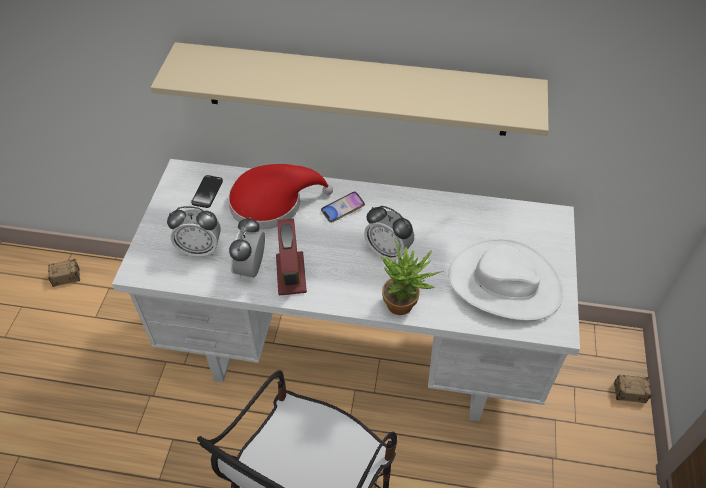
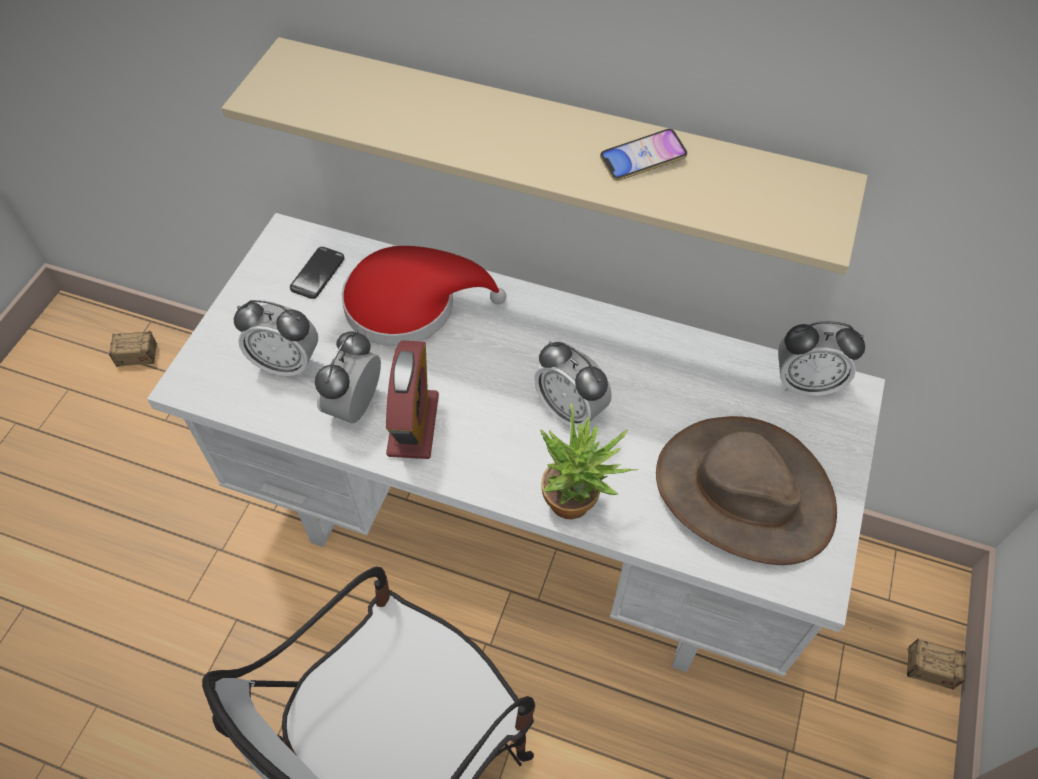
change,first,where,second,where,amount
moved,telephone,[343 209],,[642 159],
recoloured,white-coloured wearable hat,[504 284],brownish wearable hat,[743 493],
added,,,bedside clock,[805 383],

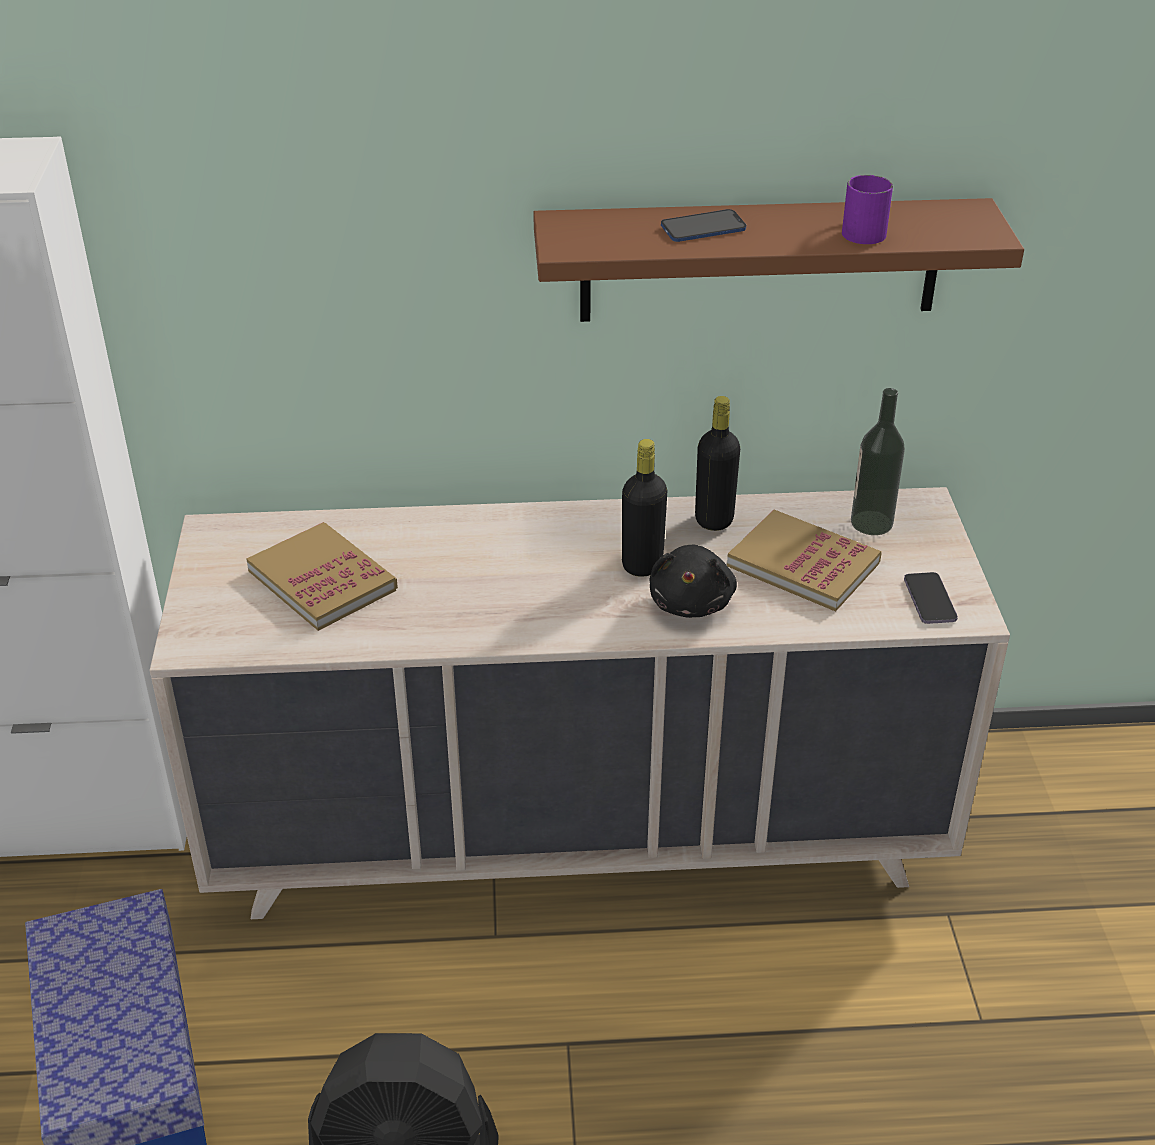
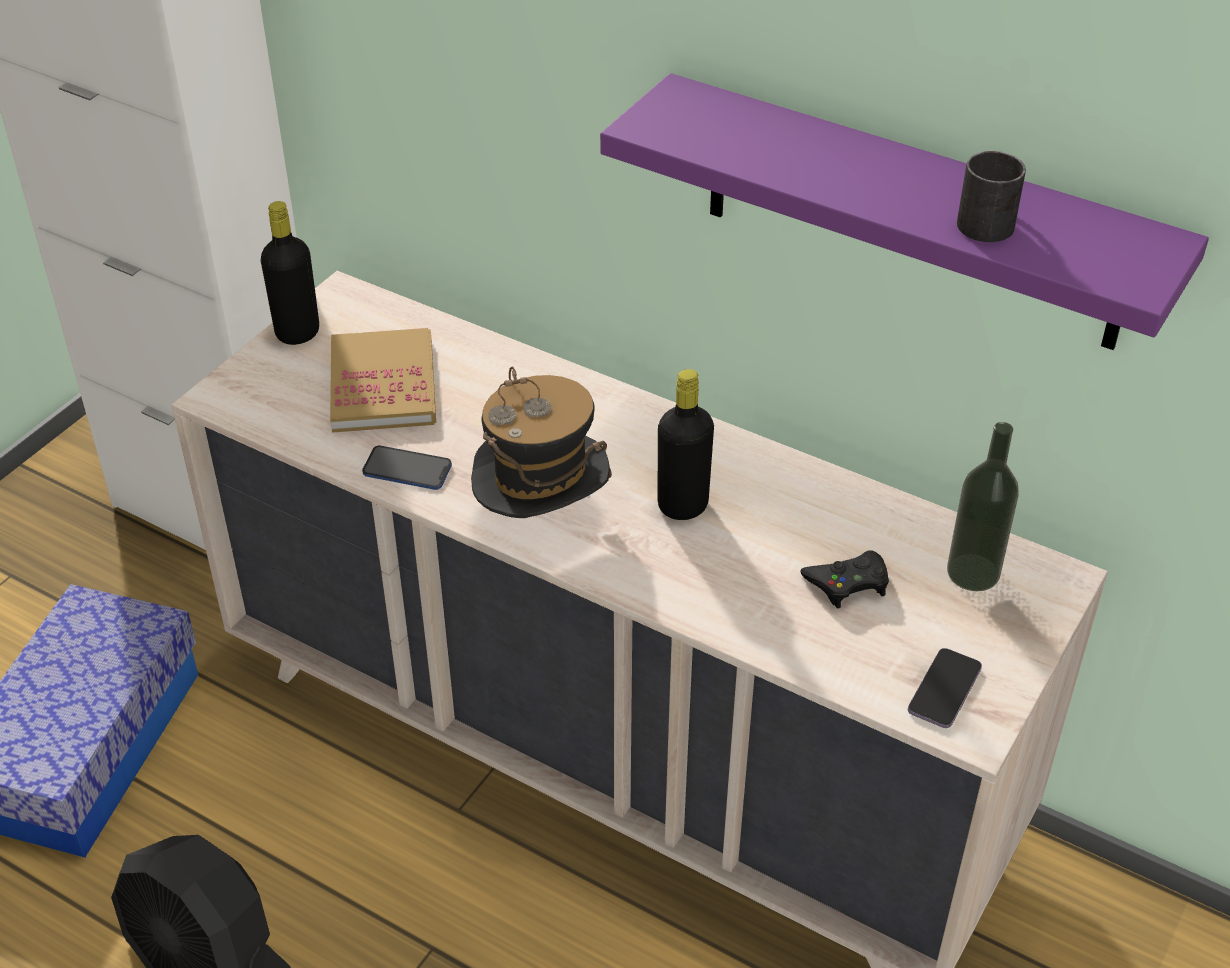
change,first,where,second,where,amount
moved,black-coloured drink bottle,[714 520],,[297 333],
moved,telephone,[703 228],,[407 470],
added,,,wearable hat,[543 524],
recoloured,brownish wall shelf,[760 260],purple wall shelf,[912 214],
replaced,bound book,[803 564],black-coloured gamepad,[848 583],
recoloured,purple tea mug,[860 229],black-coloured tea mug,[988 219],
removed,black-coloured plush toy,[691 602],,,

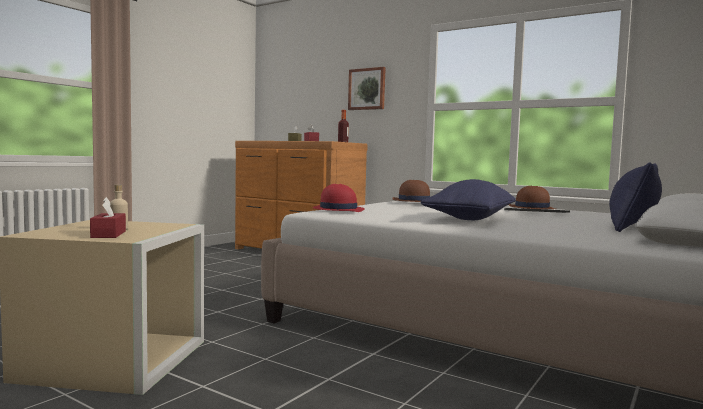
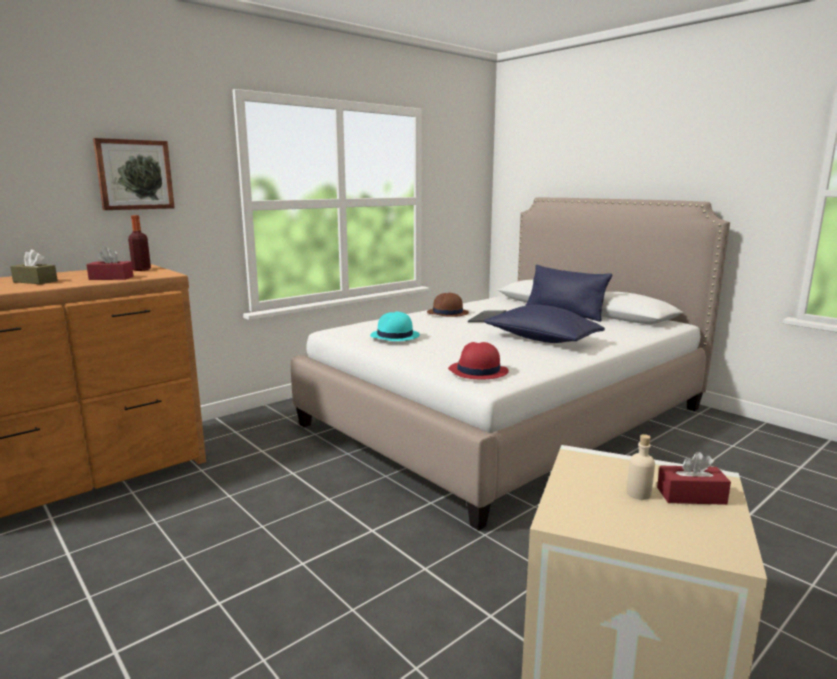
change,first,where,second,where,amount
recoloured,brownish wearable hat,[413 201],blue-green wearable hat,[395 336],

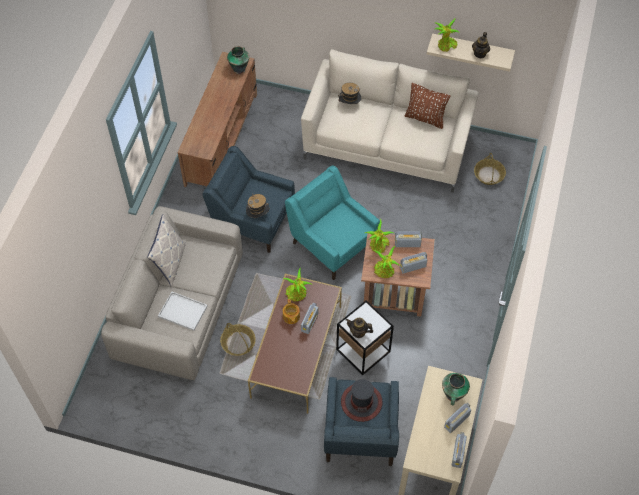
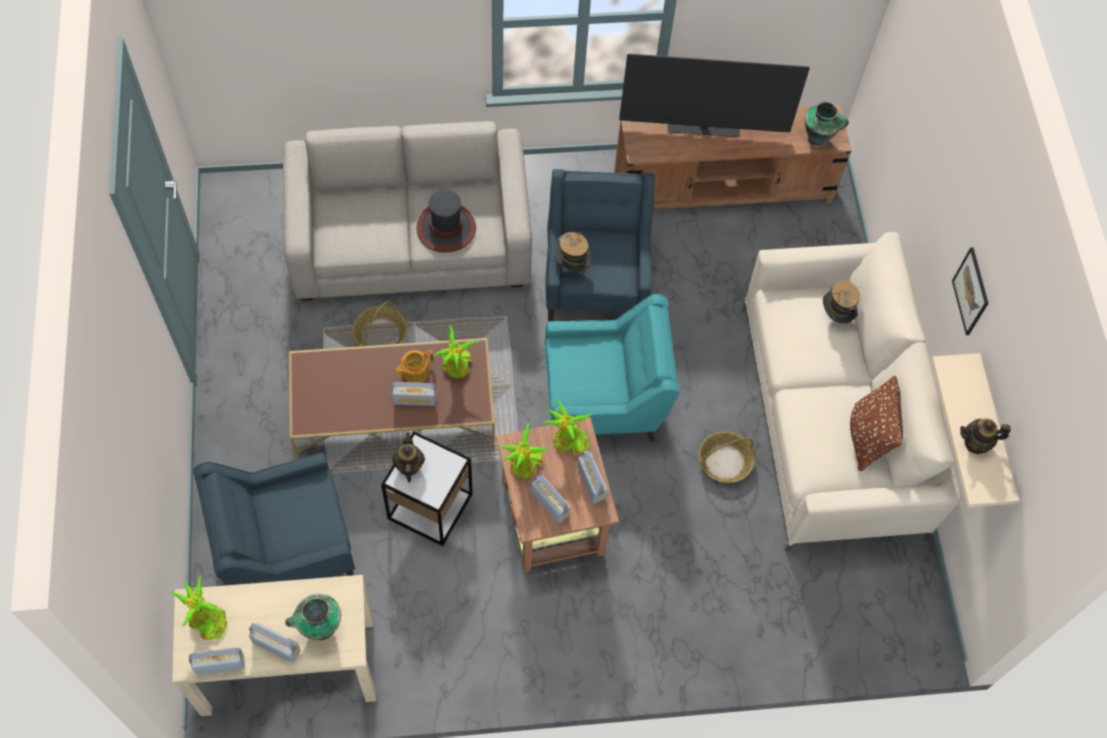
change,first,where,second,where,amount
moved,potted plant,[445 46],,[206 620],
moved,wearable hat,[361 402],,[446 228],
turned,blue-green armchair,[332 243],,[604 401],60 degrees clockwise
added,,,TV set,[703 129],
moved,household basket,[488 175],,[725 461],
added,,,wall picture,[971 291],
removed,cushion,[170 263],,,
removed,white-coloured tray,[182 311],,,

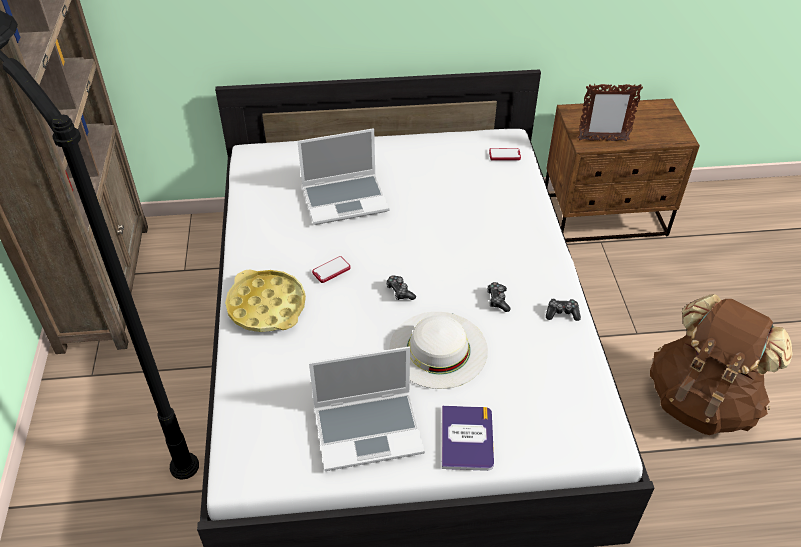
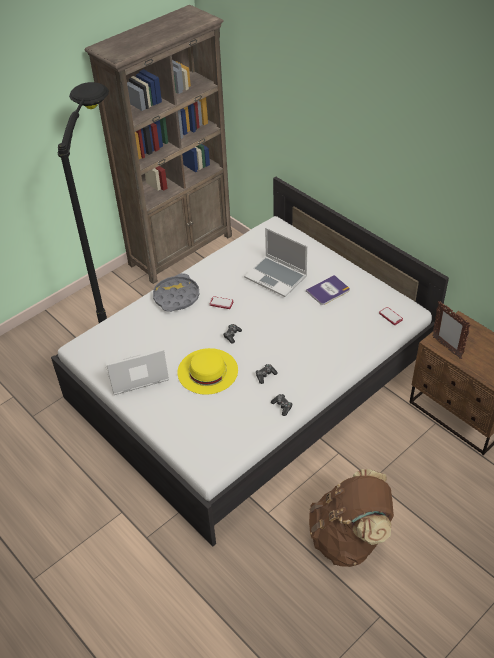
change,first,where,second,where,amount
turned,laptop,[369 429],,[136 374],120 degrees clockwise
recoloured,yellow-coloured tray,[266 306],grey tray,[176 297],
recoloured,white-coloured wearable hat,[438 349],yellow-coloured wearable hat,[207 371],
moved,bound book,[467 438],,[328 291],

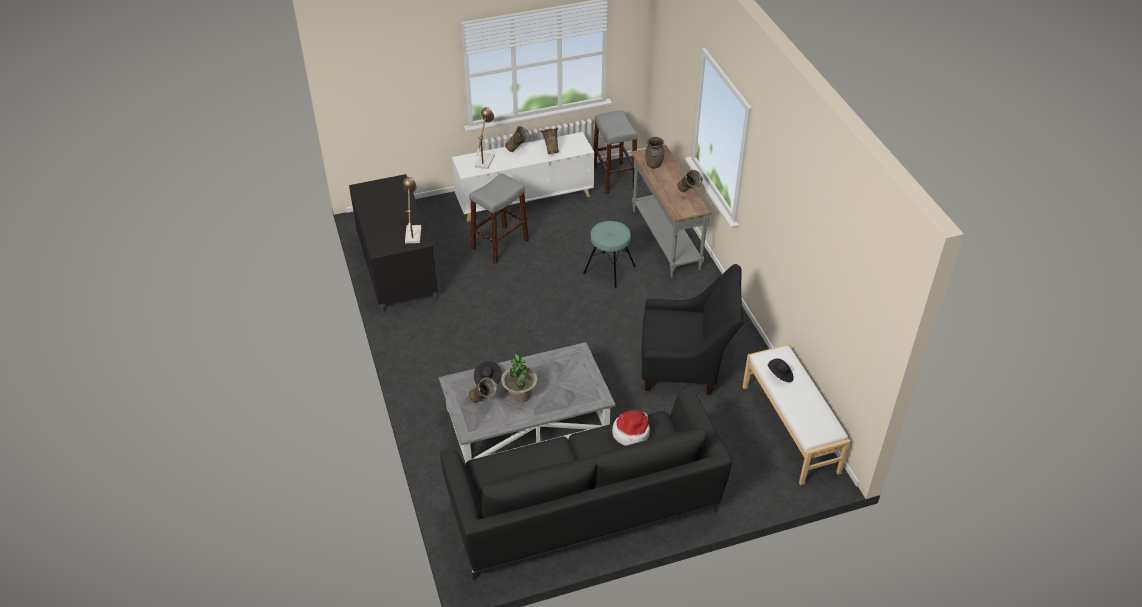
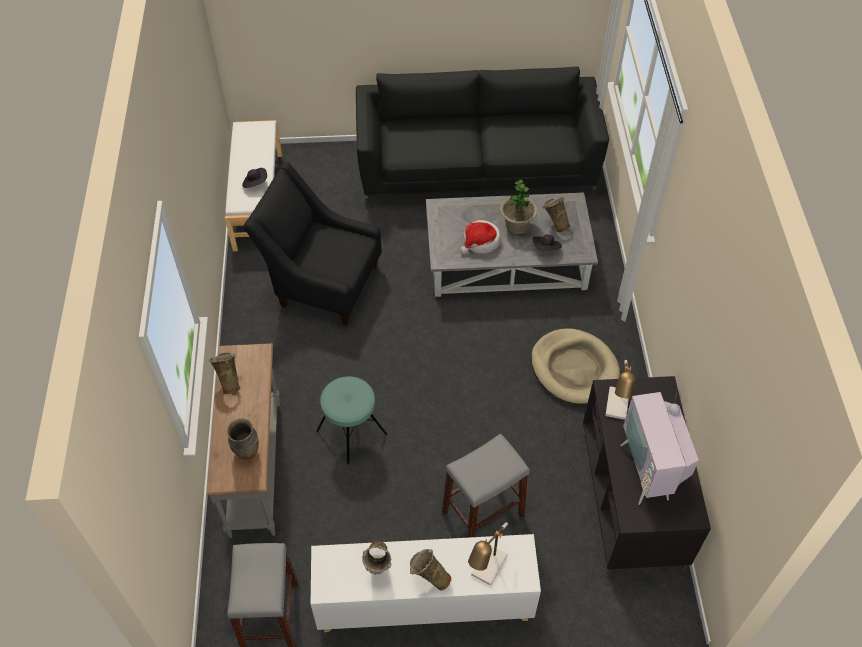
change,first,where,second,where,amount
moved,wearable hat,[631 433],,[480 242],
added,,,beige pet bed,[574 368],
added,,,TV set,[650 471],

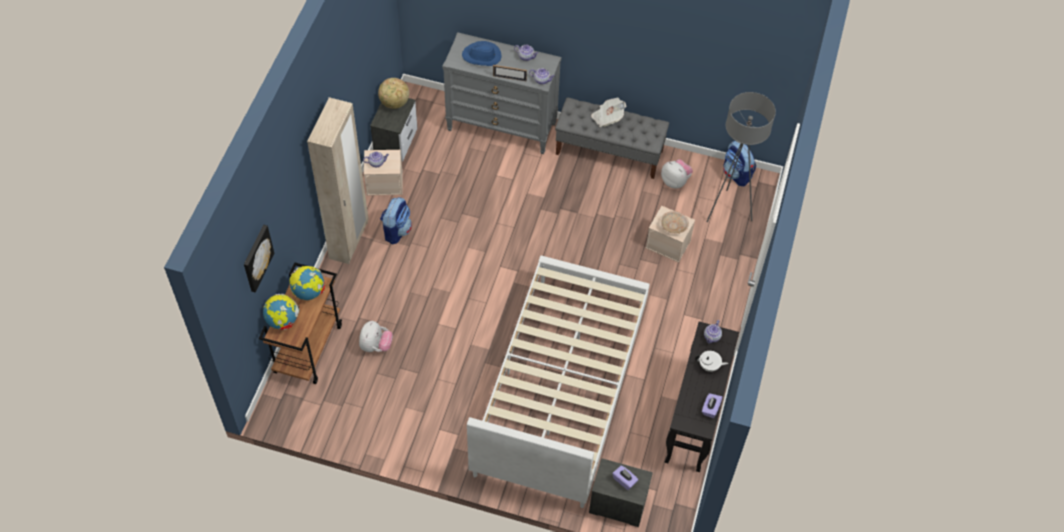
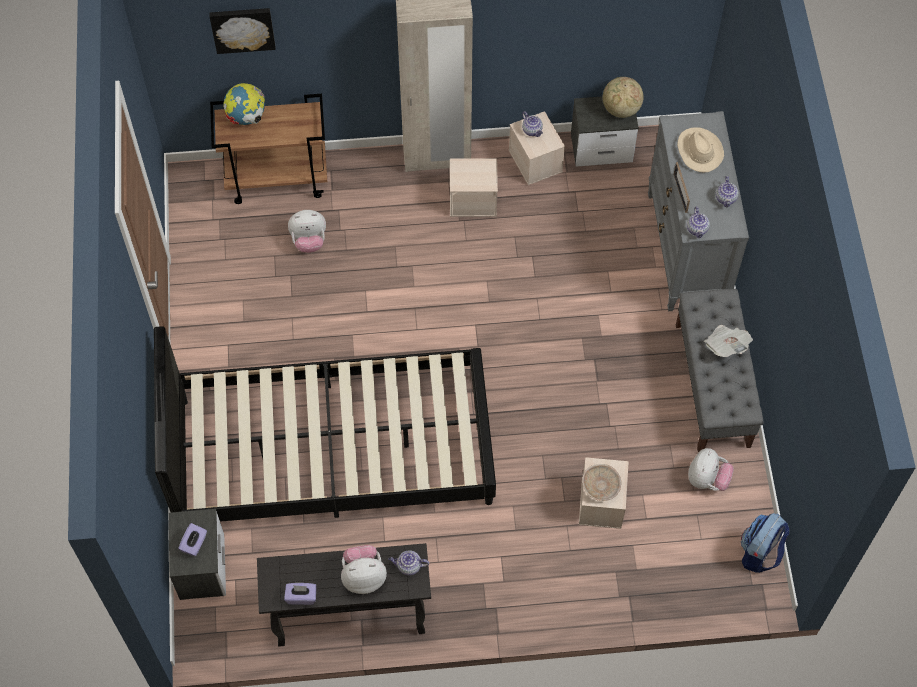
change,first,where,second,where,amount
recoloured,white-coloured bedroom bed,[560 388],black-coloured bedroom bed,[332 451],
replaced,white-coloured pot for tea,[709 366],plush toy,[363 576],
replaced,rucksack,[396 230],beige storage container,[473 199],
recoloured,blue-coloured wearable hat,[482 56],beige wearable hat,[699 151],
removed,globe,[309 292],,,
removed,grey floor lamp,[727 211],,,

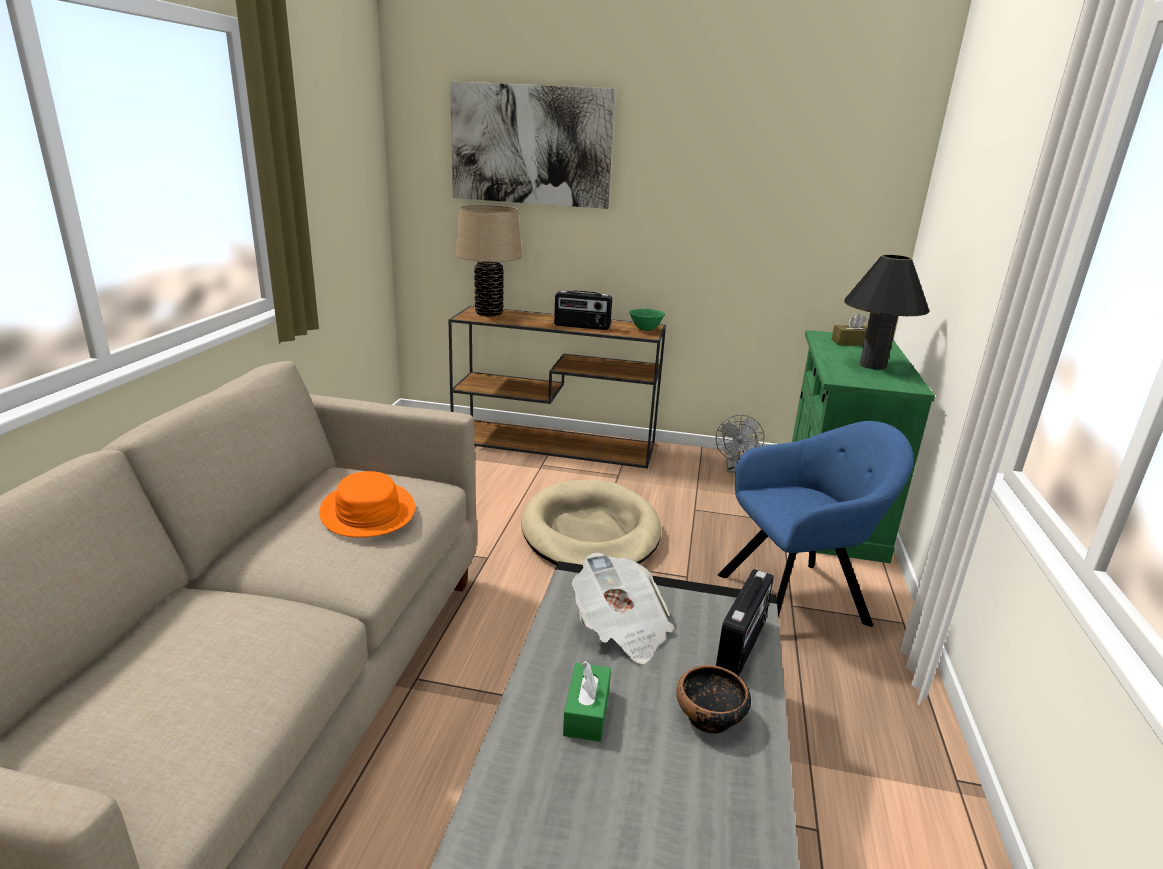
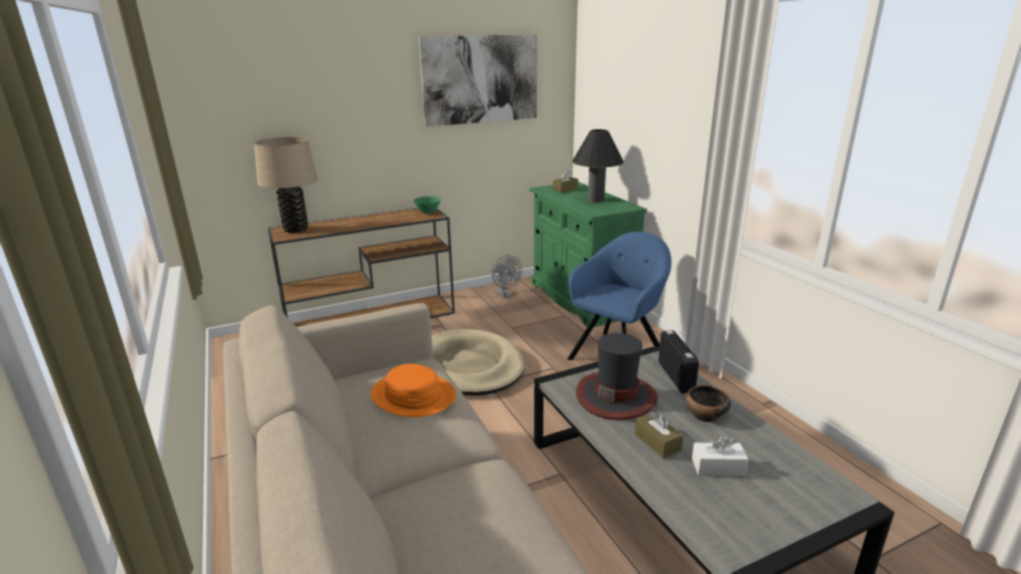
change,first,where,second,where,amount
moved,wall picture,[530 145],,[480 79],
replaced,daily paper,[621 629],wearable hat,[616 396],
recoloured,green tissue box,[587 712],brownish tissue box,[657 442],
added,,,white-coloured tissue box,[718 467],
removed,radio set,[582 326],,,

